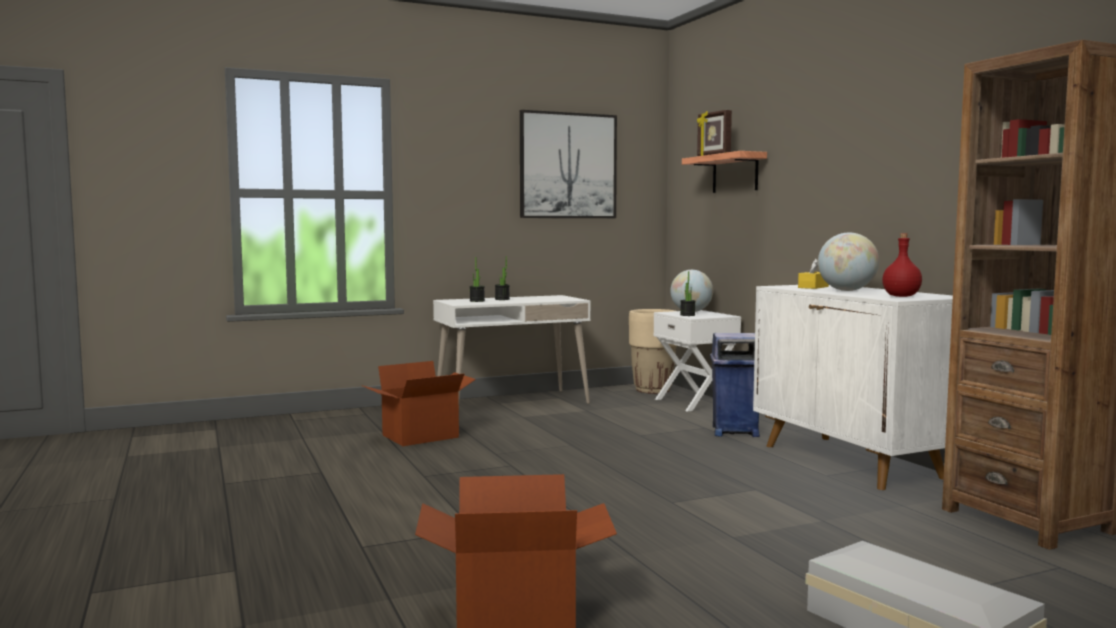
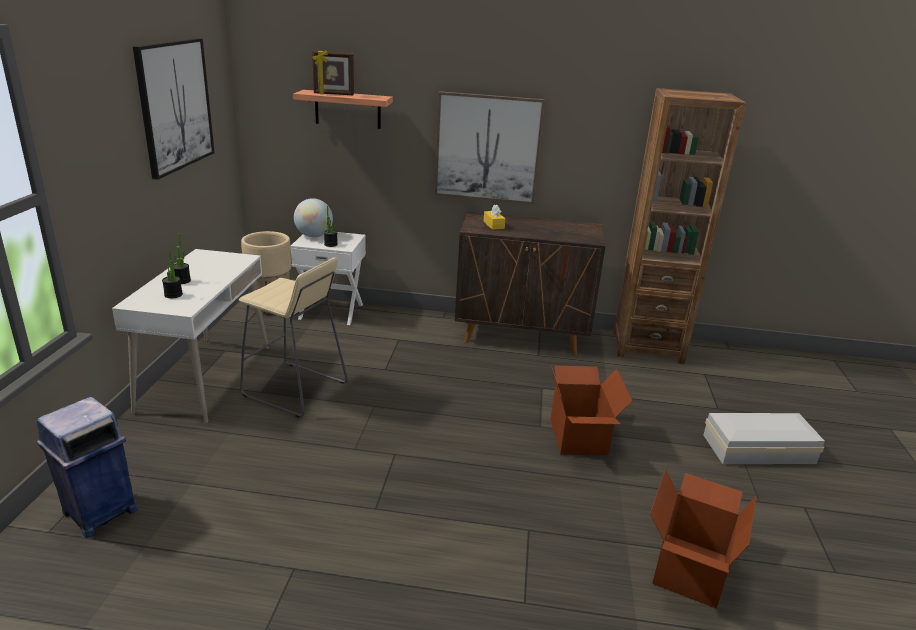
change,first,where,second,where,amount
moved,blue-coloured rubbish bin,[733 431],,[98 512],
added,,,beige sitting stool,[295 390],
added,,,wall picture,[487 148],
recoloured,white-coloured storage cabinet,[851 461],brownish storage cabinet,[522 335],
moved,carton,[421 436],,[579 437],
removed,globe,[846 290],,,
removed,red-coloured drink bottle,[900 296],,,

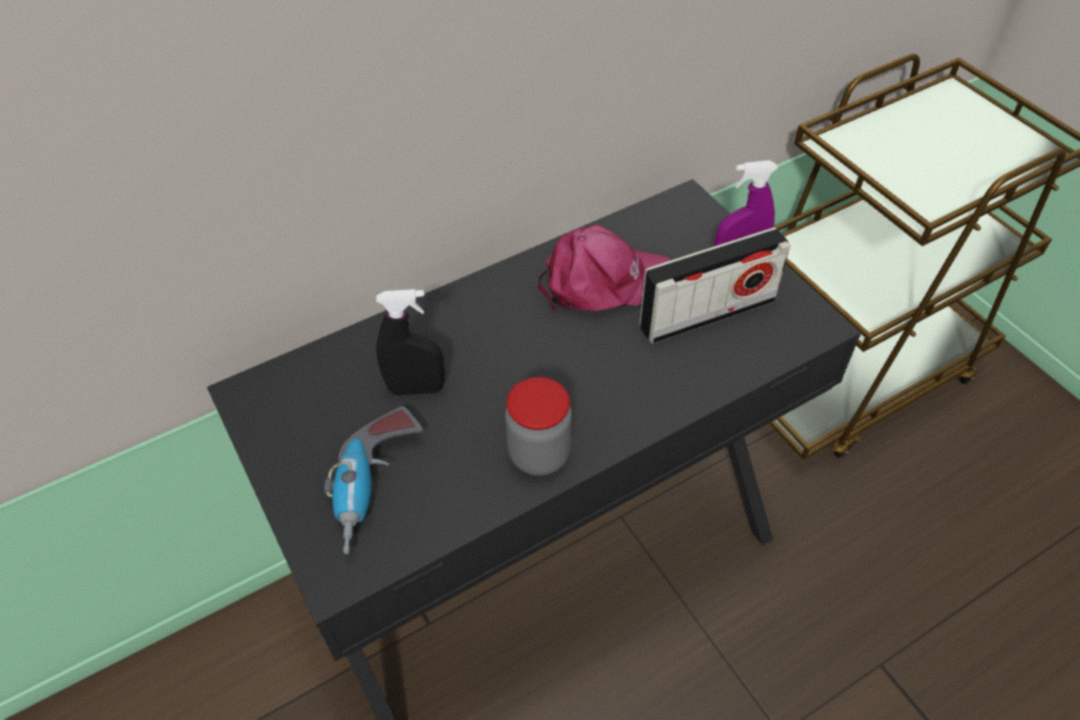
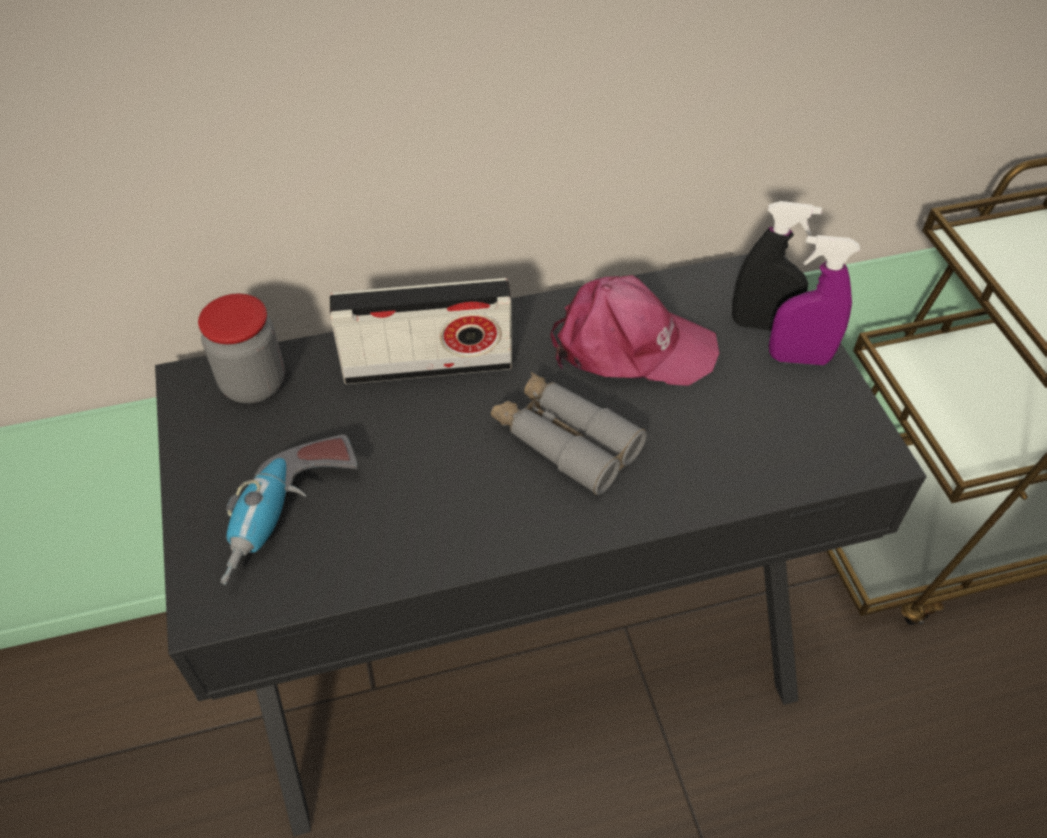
change,first,where,second,where,amount
moved,preserve jar,[539 454],,[254 384],
moved,radio set,[707 313],,[428 365],
added,,,grey binoculars,[565 440],
moved,black-coloured spray bottle,[416 388],,[761 324],

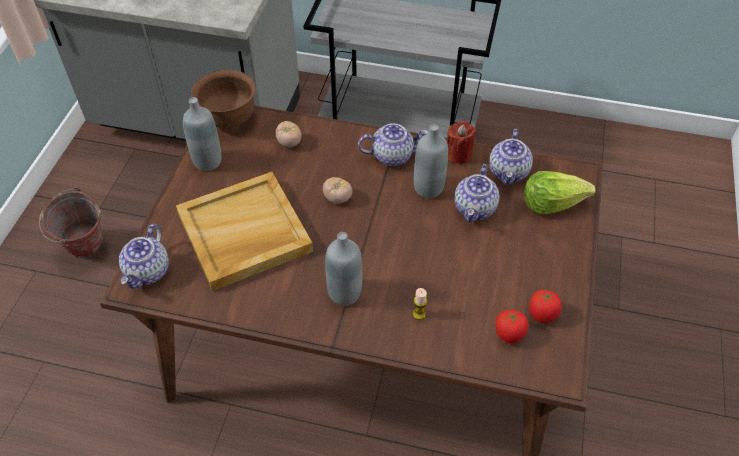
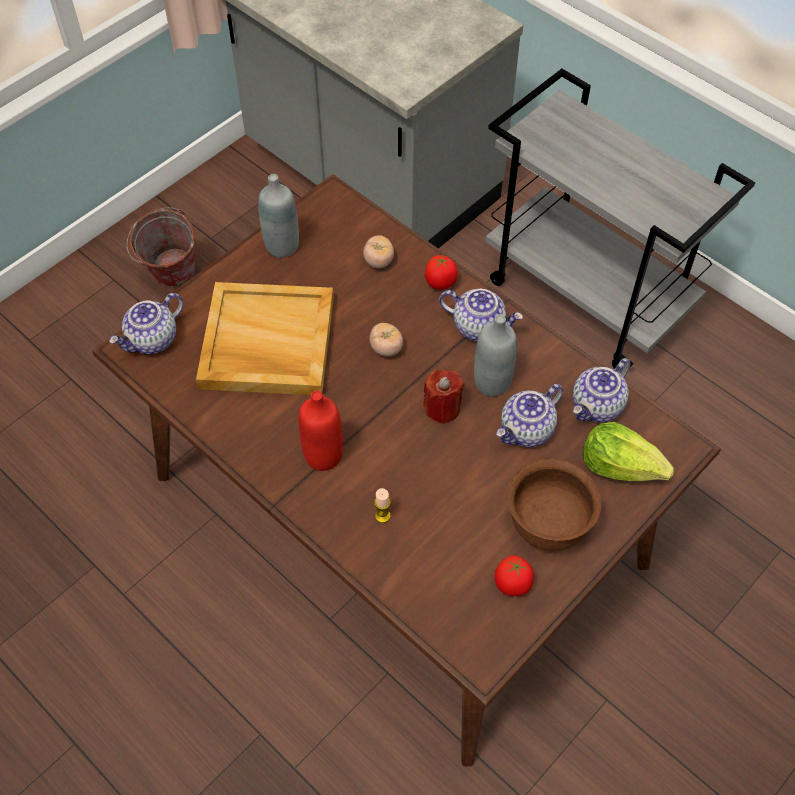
change,first,where,second,where,amount
recoloured,grey drink bottle,[344 293],red-coloured drink bottle,[323 455],
moved,red-coloured wax candle,[458 154],,[442 408],
moved,whole tomato,[509 334],,[441 282],
moved,brownish serving bowl,[229 118],,[547 524],

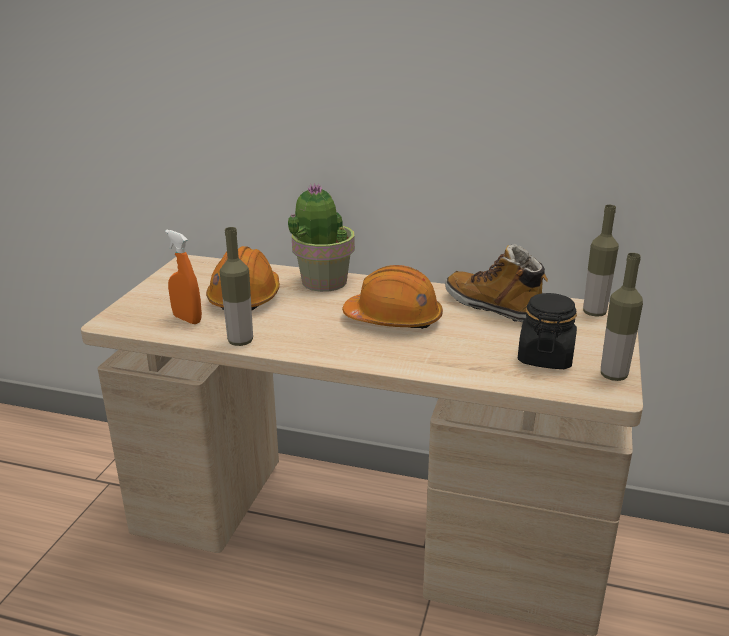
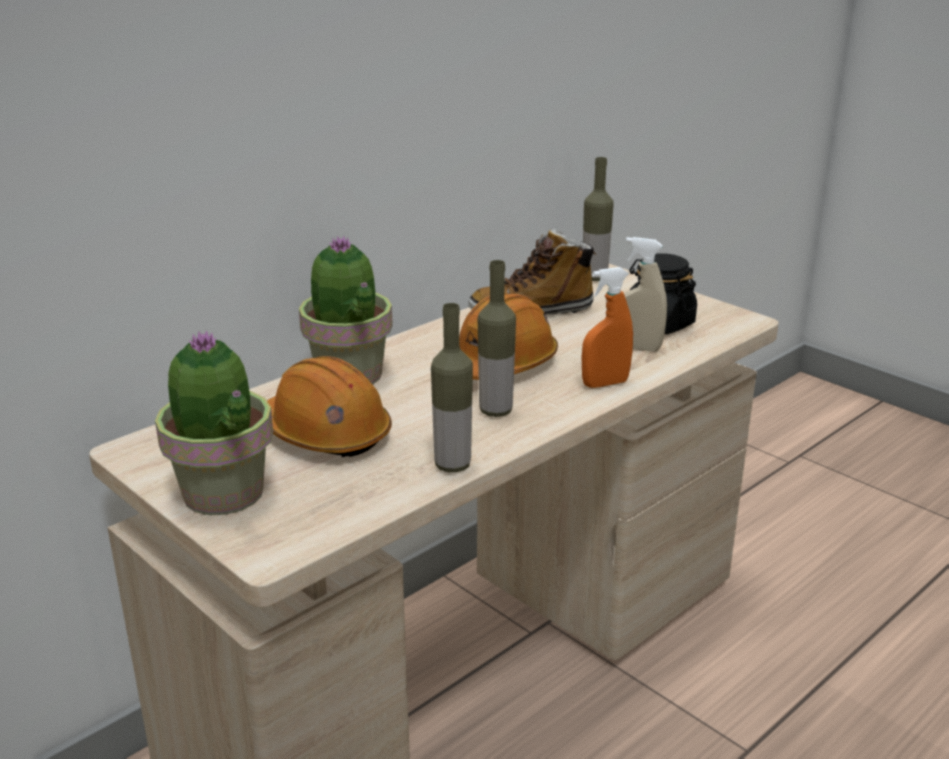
change,first,where,second,where,amount
added,,,potted plant,[223 494],
moved,drink bottle,[613 375],,[495 411],
moved,orangey spray bottle,[187 319],,[605 383],
added,,,beige spray bottle,[637 348],

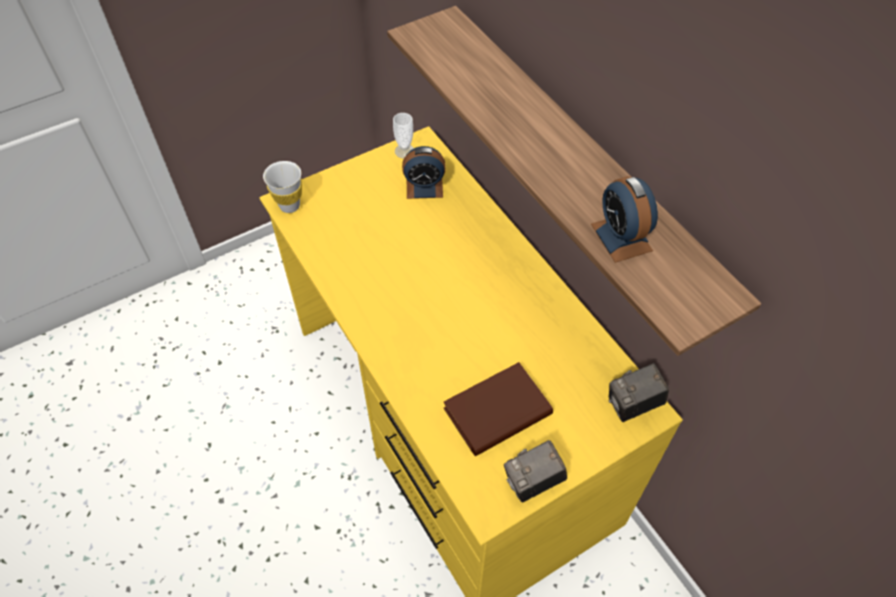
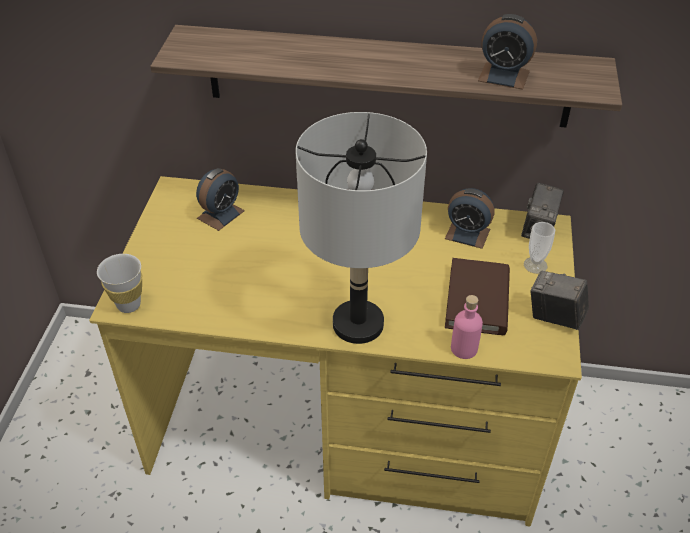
change,first,where,second,where,amount
added,,,grey lamp for a table,[358 324],
added,,,bedside clock,[467 234],
added,,,pinkish drink bottle,[464 348],
moved,cup,[404 151],,[535 265],
turned,photo camera,[533 482],,[555 317],105 degrees clockwise

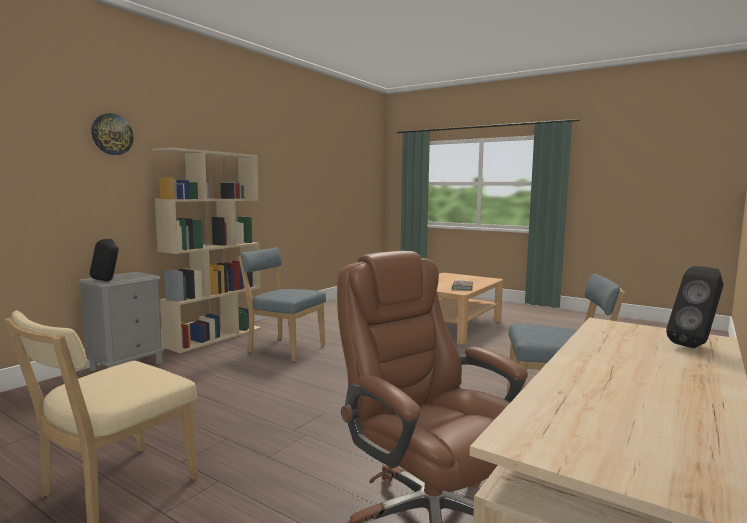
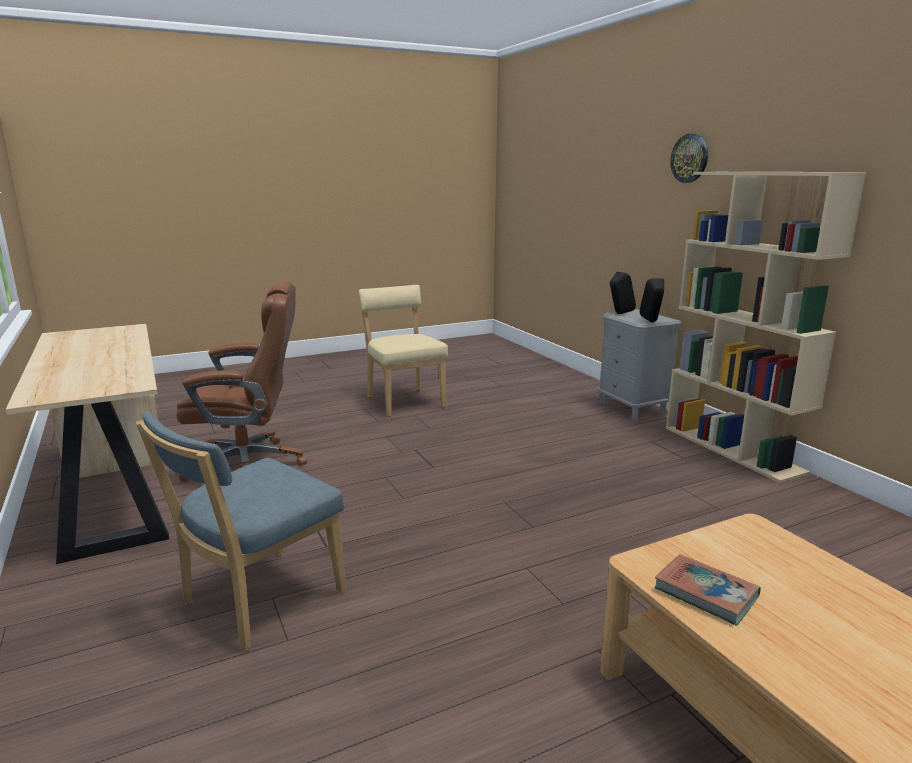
change,first,where,second,where,amount
moved,black-coloured audio speaker,[695 345],,[652 322],
removed,blue-coloured plain chair,[284 349],,,

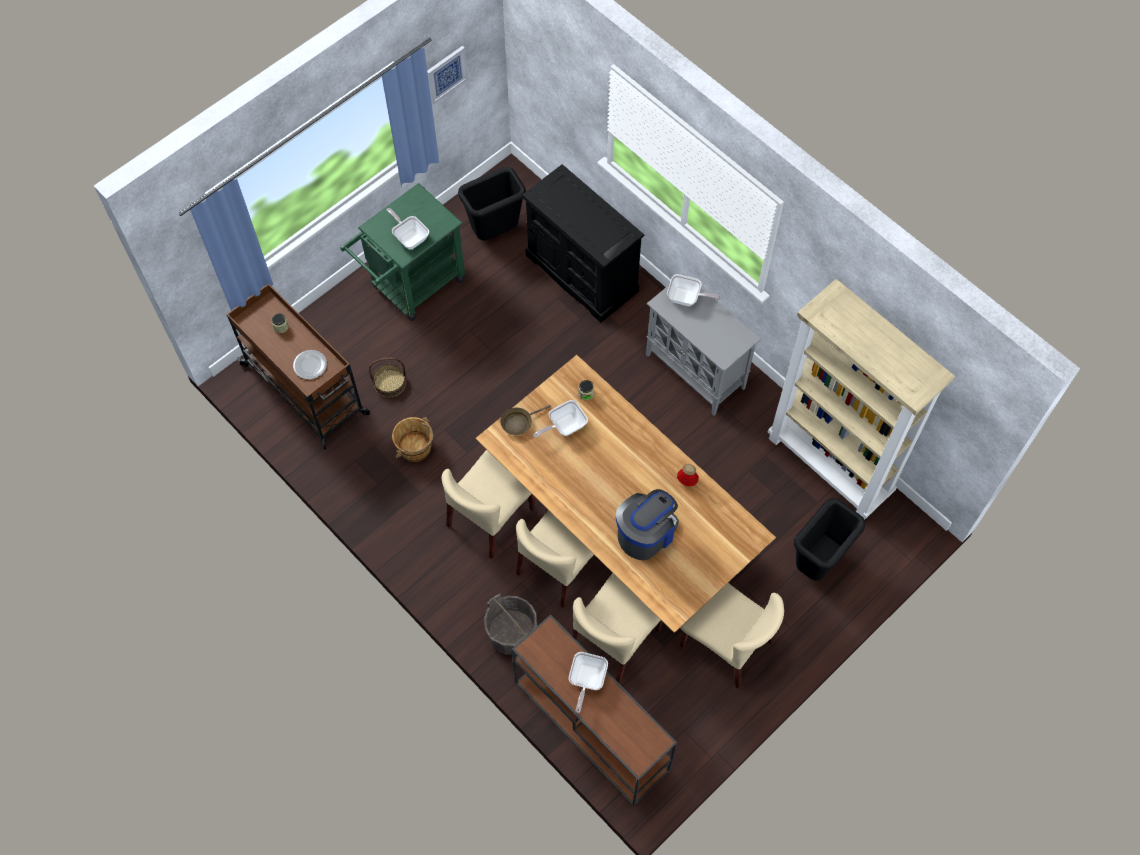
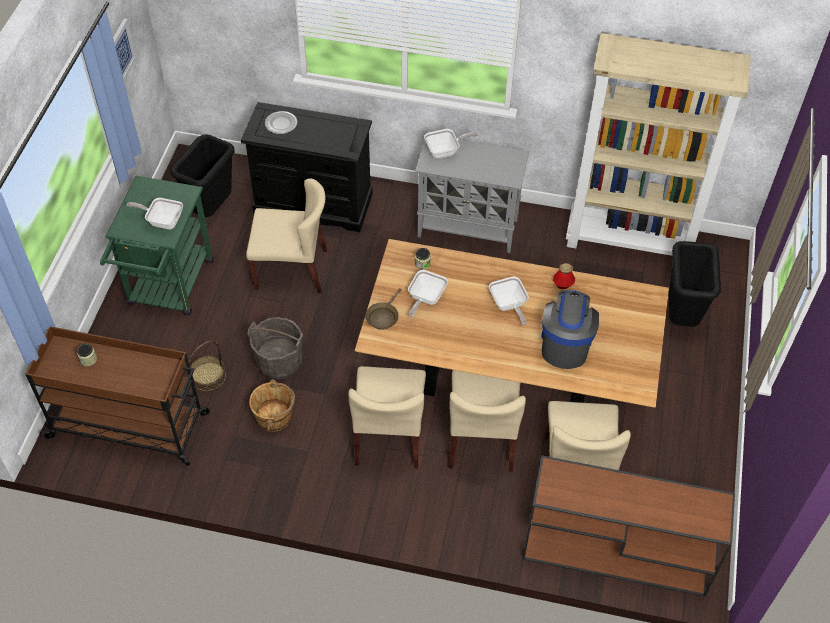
change,first,where,second,where,amount
moved,beige plain chair,[727 644],,[292 269],
moved,grey pail,[512 634],,[279 362],
moved,flat dish,[309 365],,[280 124],
moved,skillet,[586 680],,[508 305],

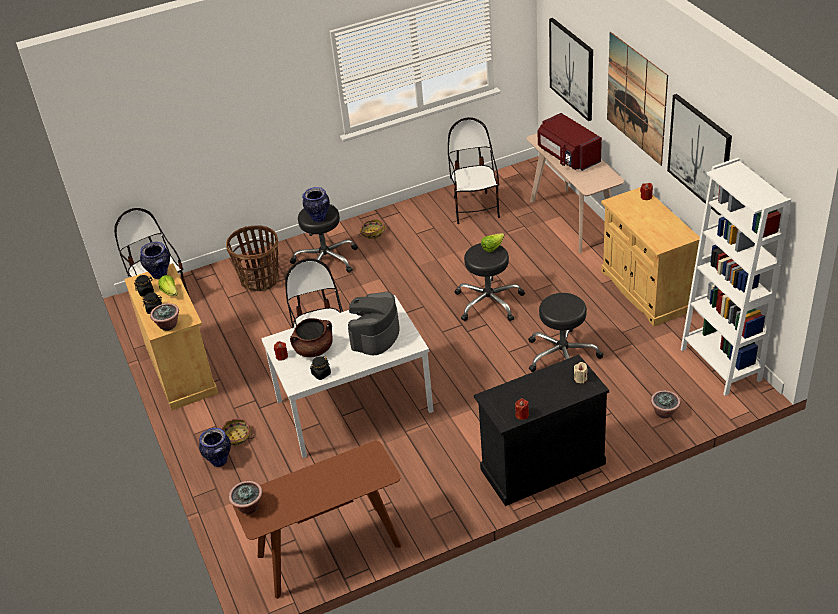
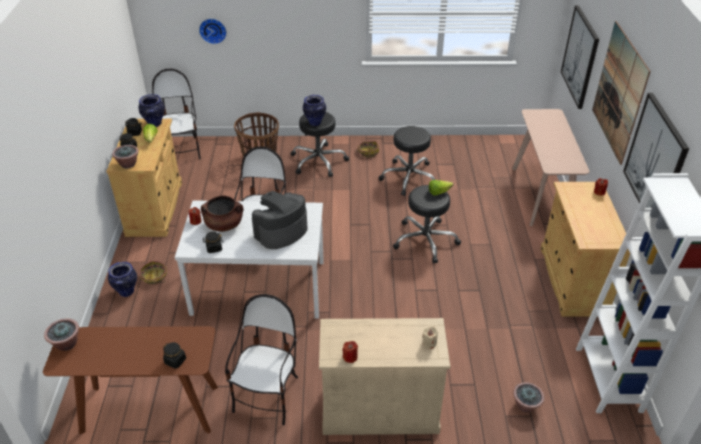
change,first,where,second,where,amount
added,,,black-coloured preserve jar,[175 361],
added,,,hanging clock,[213 30],
moved,plain chair,[475 208],,[268 396],
recoloured,black-coloured storage cabinet,[542 466],beige storage cabinet,[380 410],
moved,black-coloured sitting stool,[562 355],,[409 177],
removed,red-coloured microwave,[567 157],,,

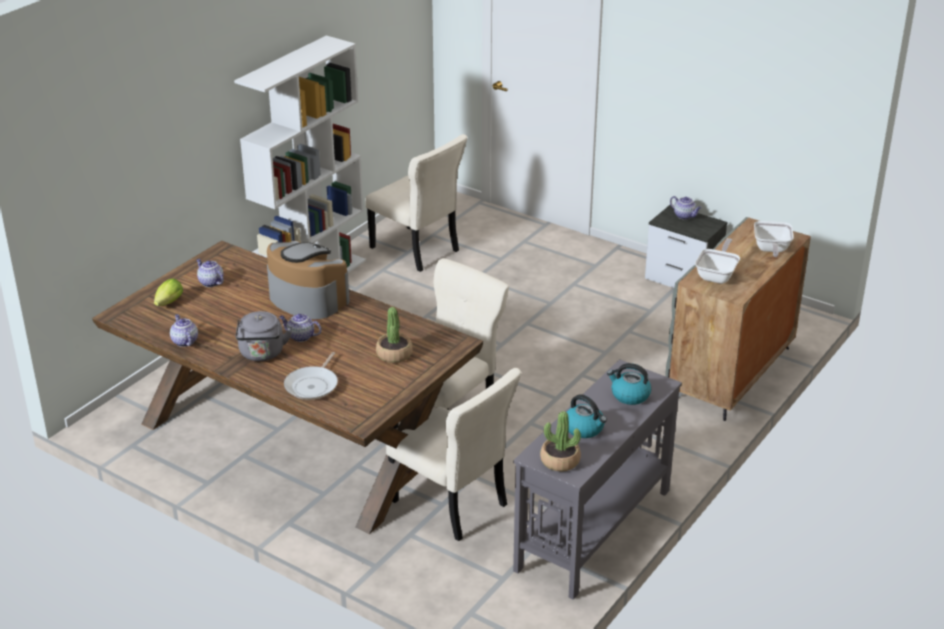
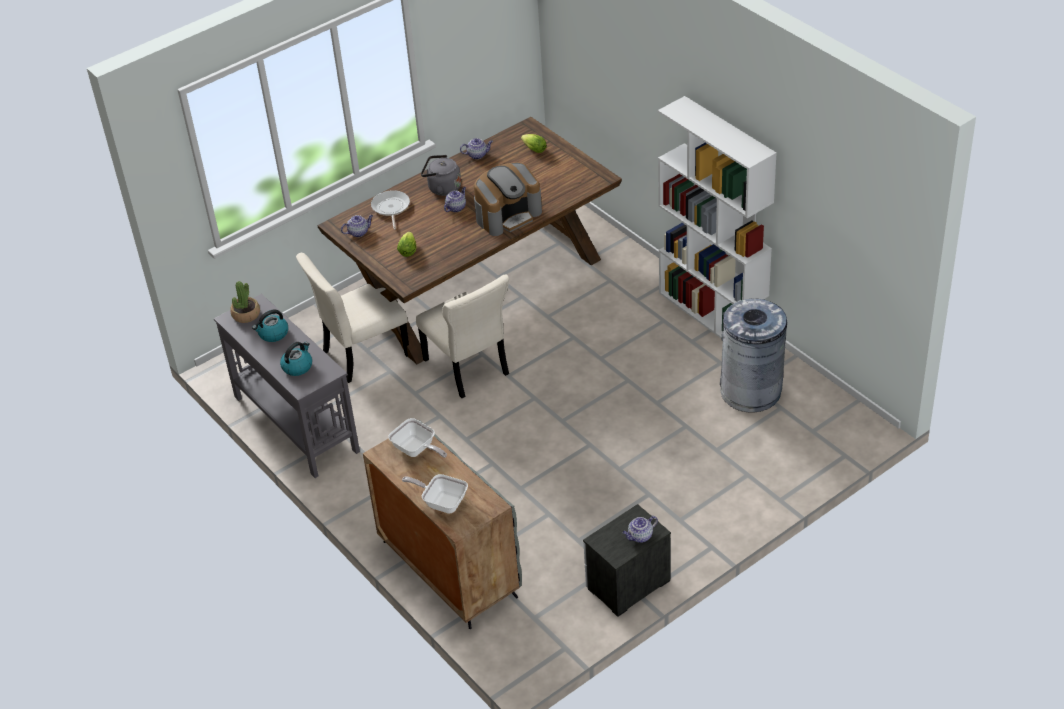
change,first,where,second,where,amount
moved,pot for tea,[210 282],,[359 232],
turned,skillet,[313 385],,[391 208],45 degrees clockwise
replaced,potted plant,[394 354],lettuce head,[408 250],
replaced,beige plain chair,[417 250],grey rubbish bin,[751 391],

